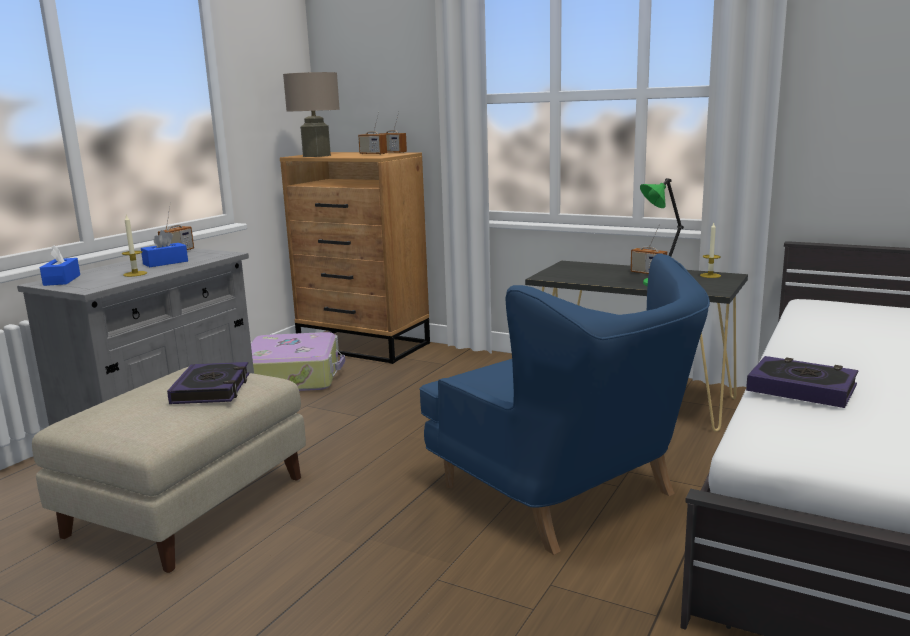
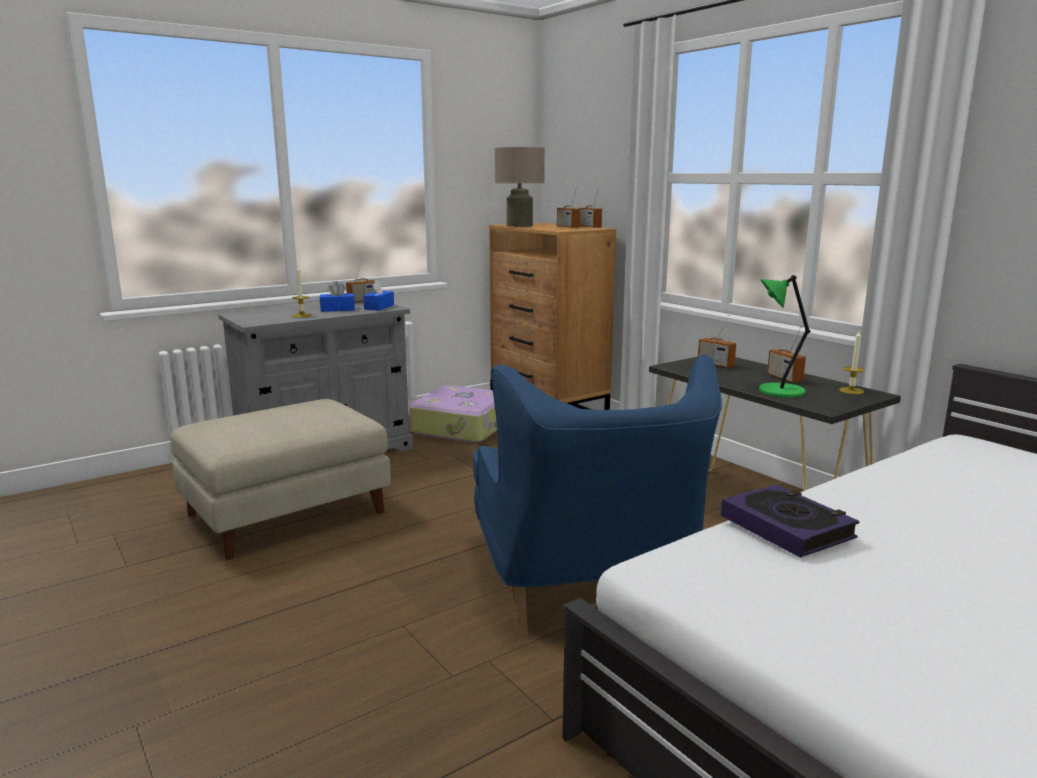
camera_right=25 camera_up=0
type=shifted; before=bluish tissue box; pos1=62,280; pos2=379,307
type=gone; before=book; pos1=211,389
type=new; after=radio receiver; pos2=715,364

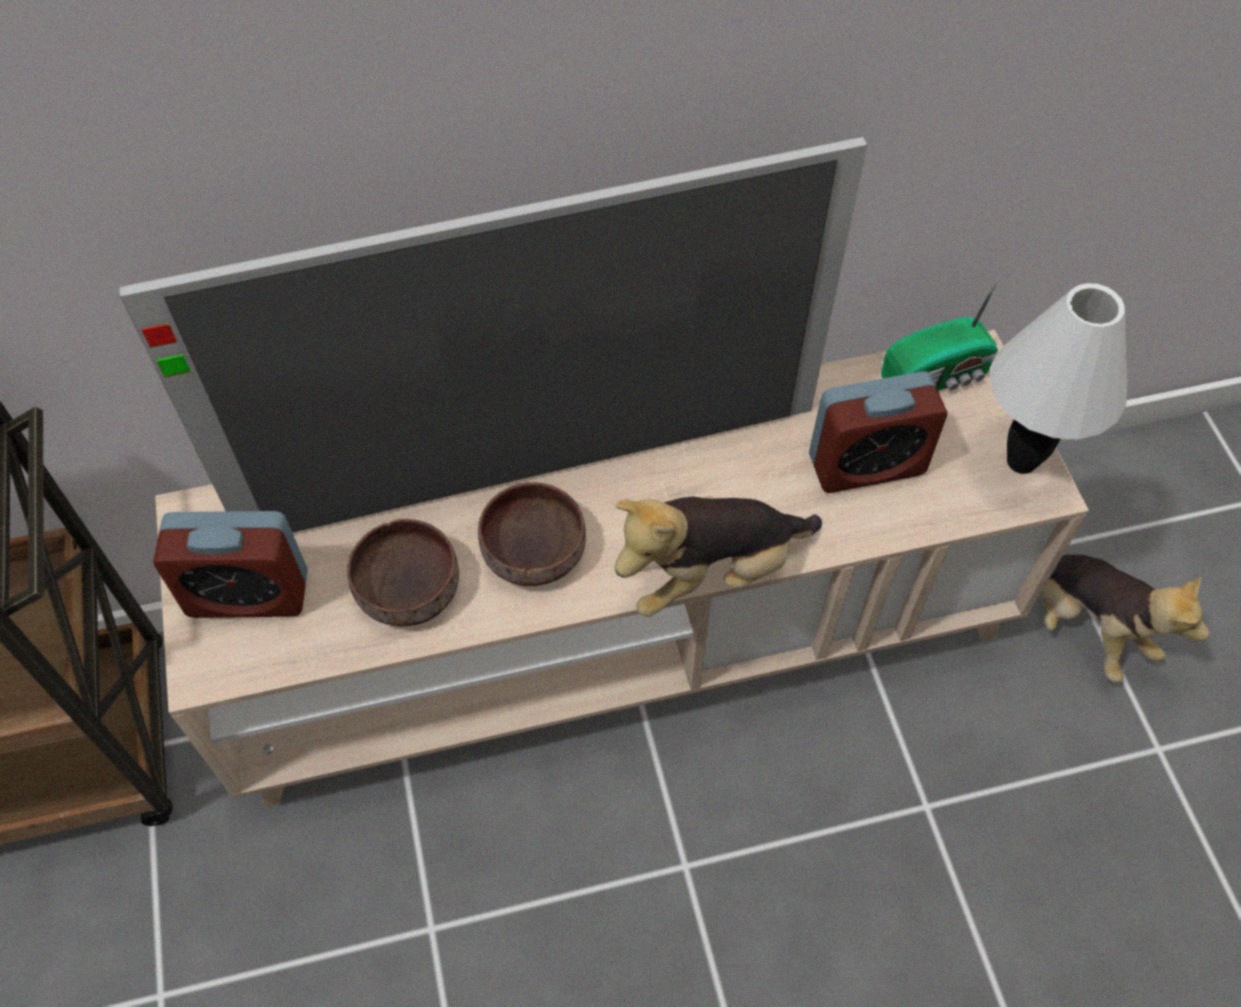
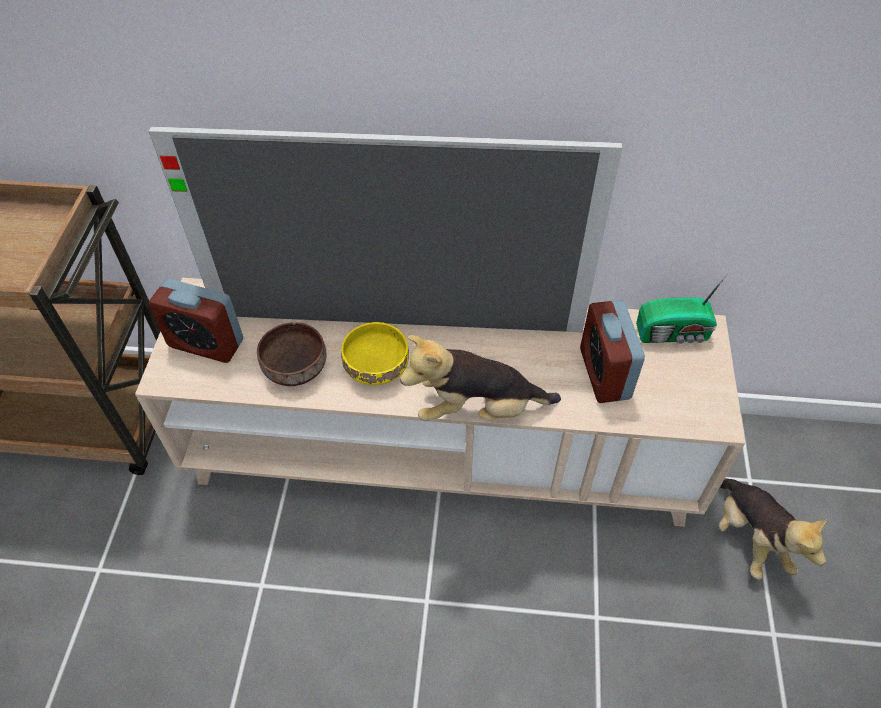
camera_right=20 camera_up=-5
type=gone; before=white-coloured lamp for a table; pos1=1022,463
type=rotated; before=alarm clock; pos1=866,465; pos2=604,373; turn=75
type=repainted; before=brown-coloured serving bowl; after=yellow-coloured serving bowl; pos1=535,548; pos2=378,365

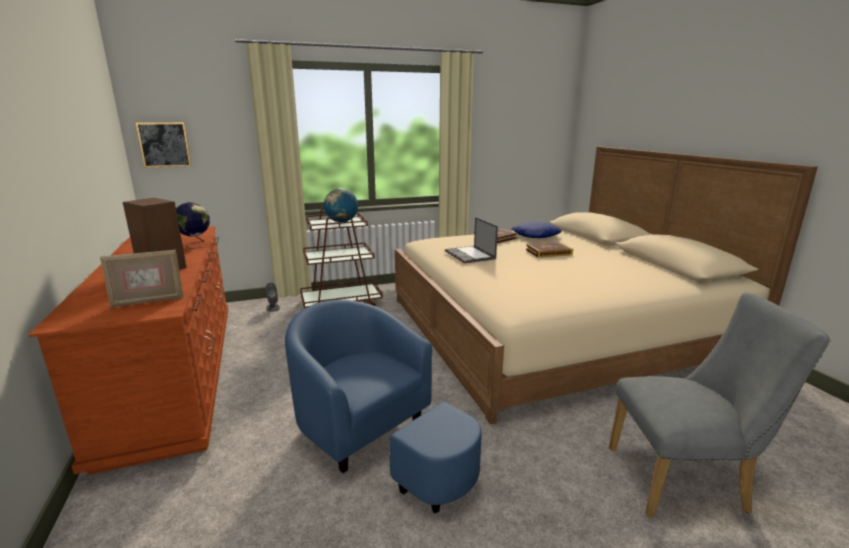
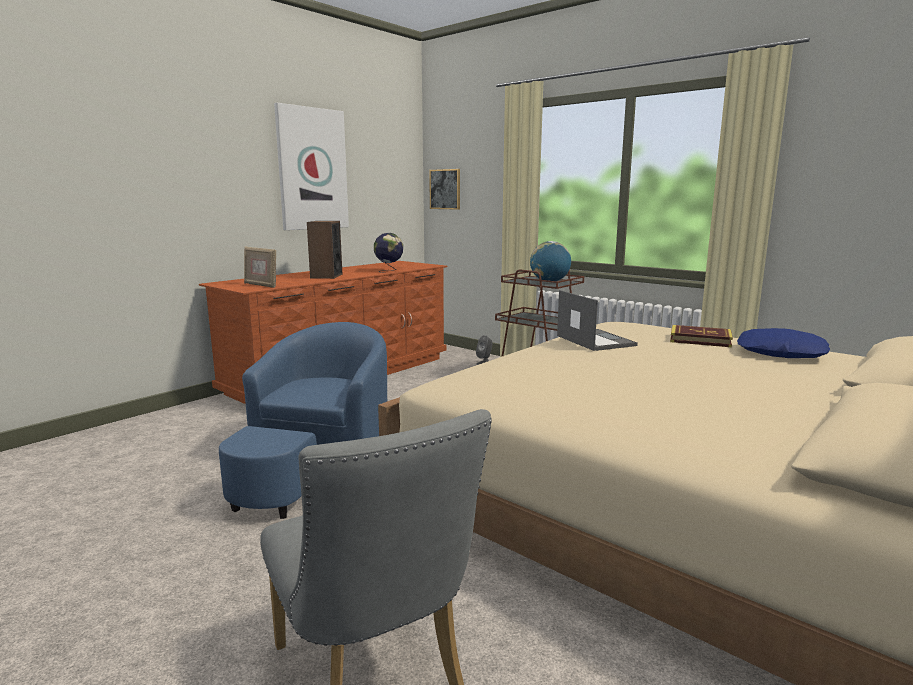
camera_right=60 camera_up=-5
type=rotated; before=laptop; pos1=470,255; pos2=594,340; turn=120
type=gone; before=book; pos1=548,252
type=new; after=wall picture; pos2=312,169

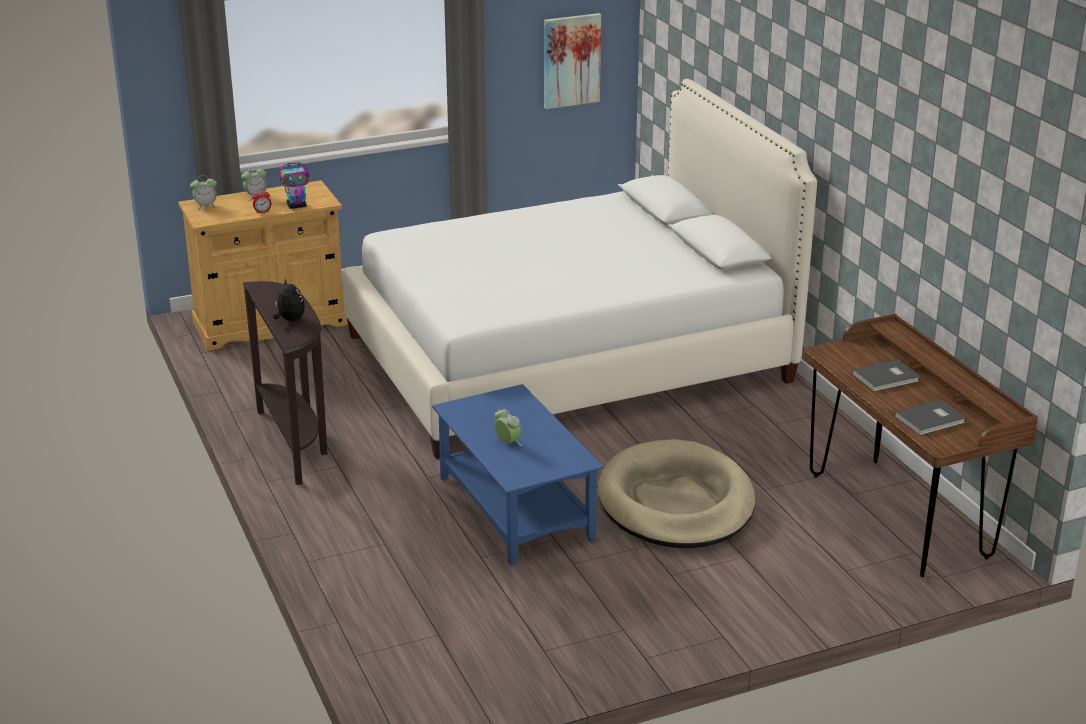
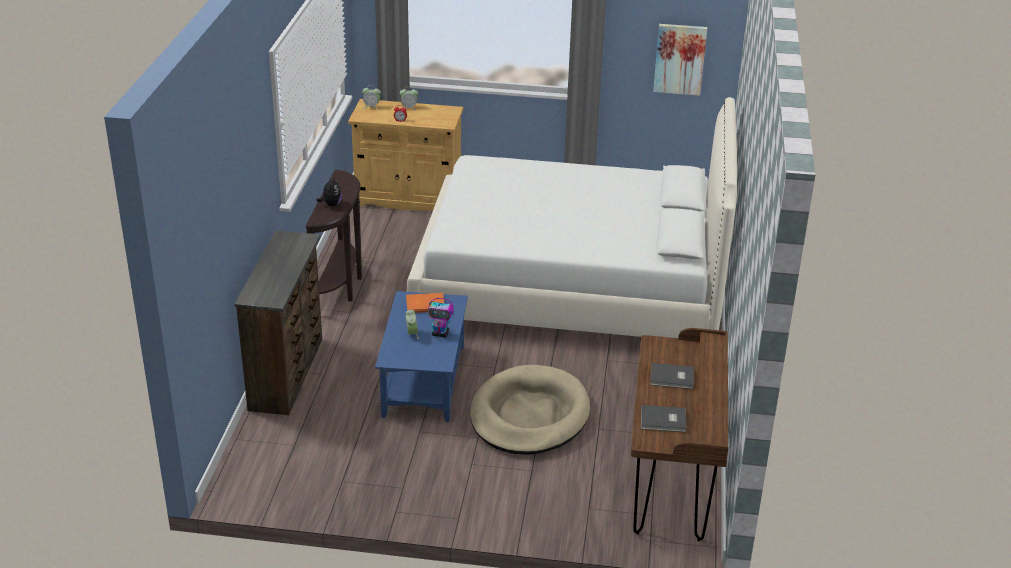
camera_right=30 camera_up=5
type=shifted; before=toy robot; pos1=297,206; pos2=440,334
type=new; after=brown-coloured drawer chest; pos2=288,373
type=new; after=orange book; pos2=424,304

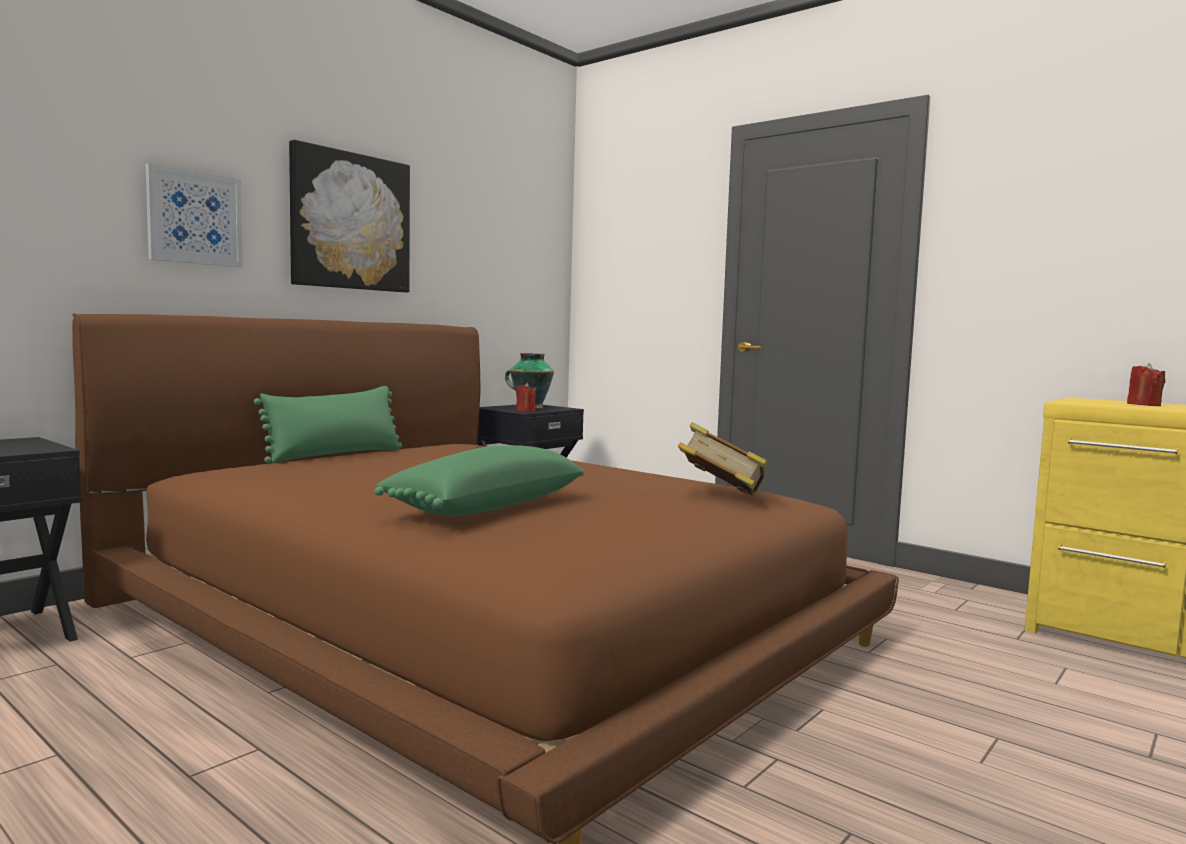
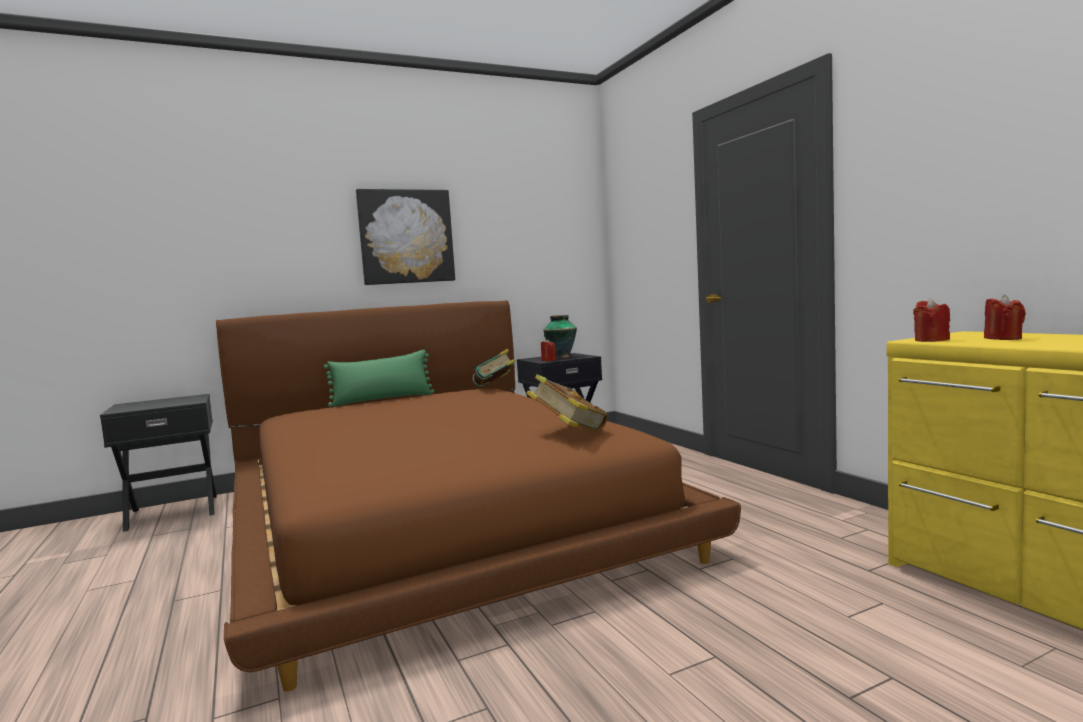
camera_right=25 camera_up=0
type=gone; before=wall picture; pos1=194,218
type=gone; before=green-coloured cushion; pos1=484,507
type=new; after=red wax light; pos2=931,340
type=new; after=book; pos2=494,388

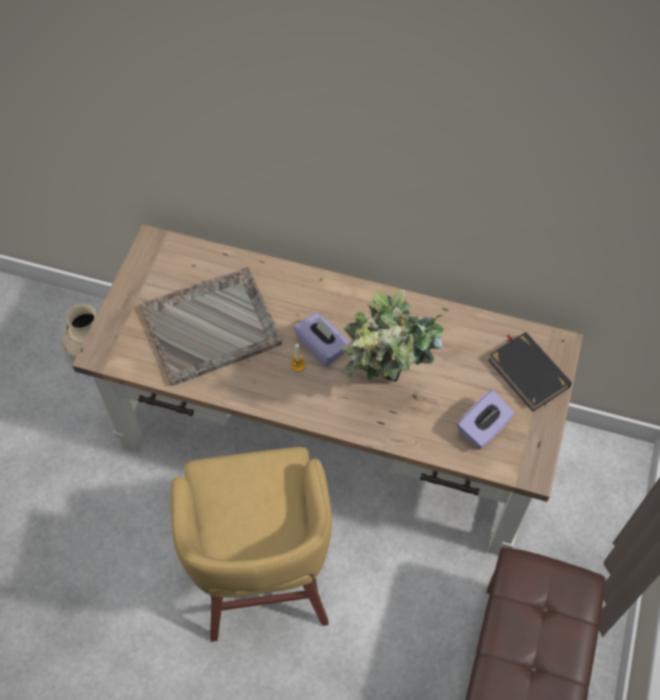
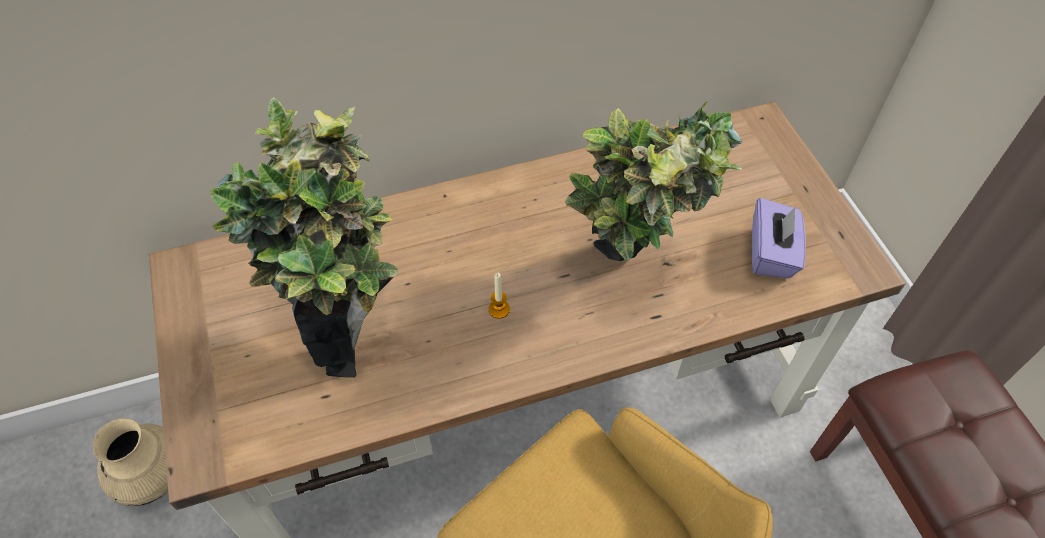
camera_right=-35 camera_up=-5
type=swapped; before=grey tray; after=potted plant; pos1=212,326; pos2=347,327
type=gone; before=purple-coloured tissue box; pos1=322,347
type=gone; before=black-coloured book; pos1=528,373

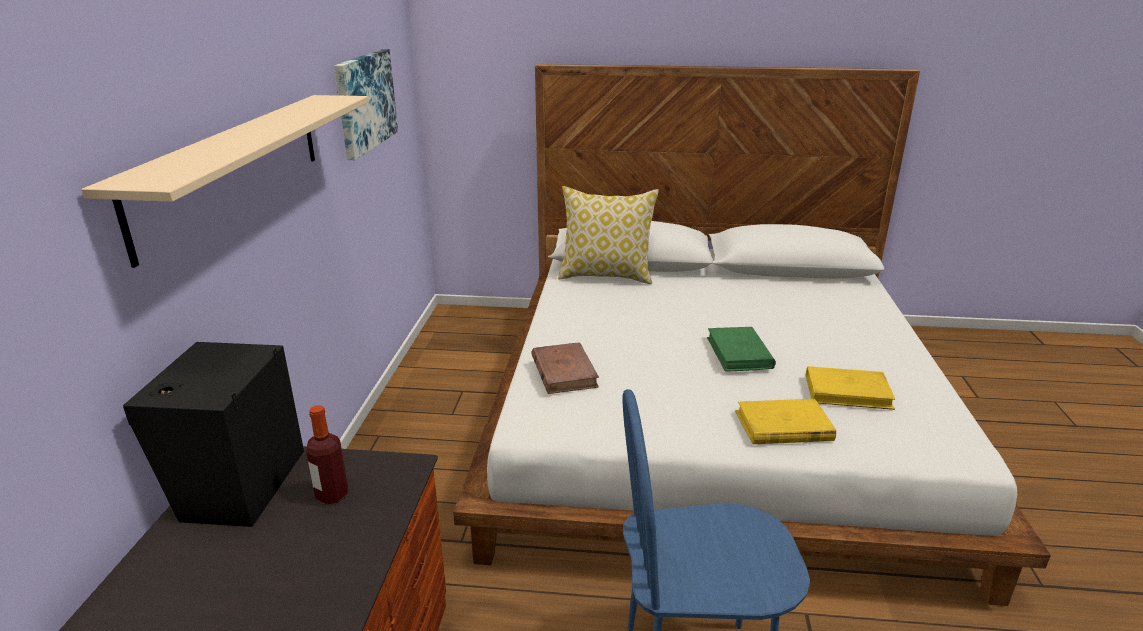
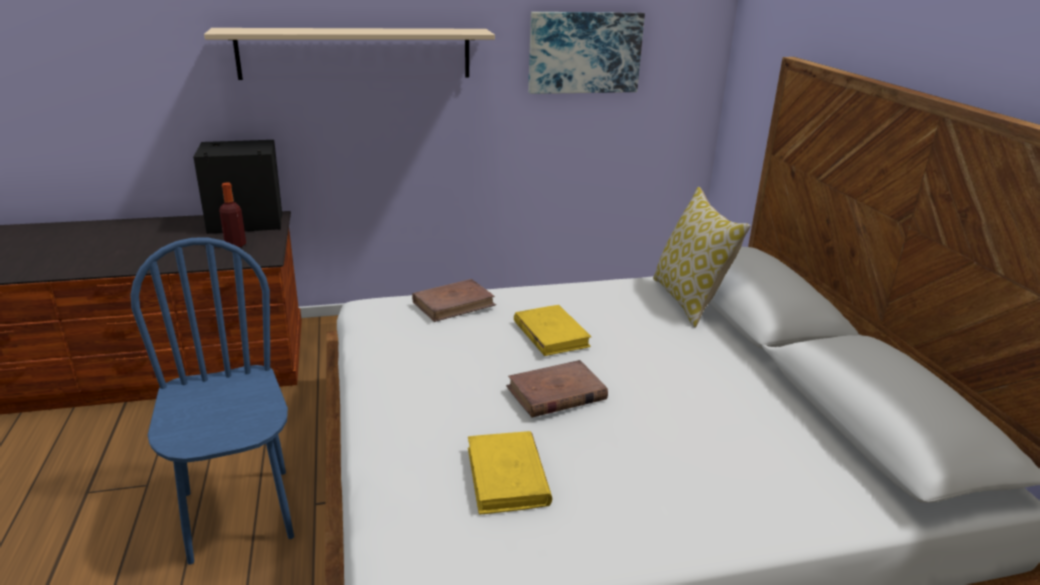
camera_right=70 camera_up=0
type=repainted; before=green-coloured book; after=brown-coloured book; pos1=739,353; pos2=556,393
type=shifted; before=yellow-coloured book; pos1=783,426; pos2=550,334

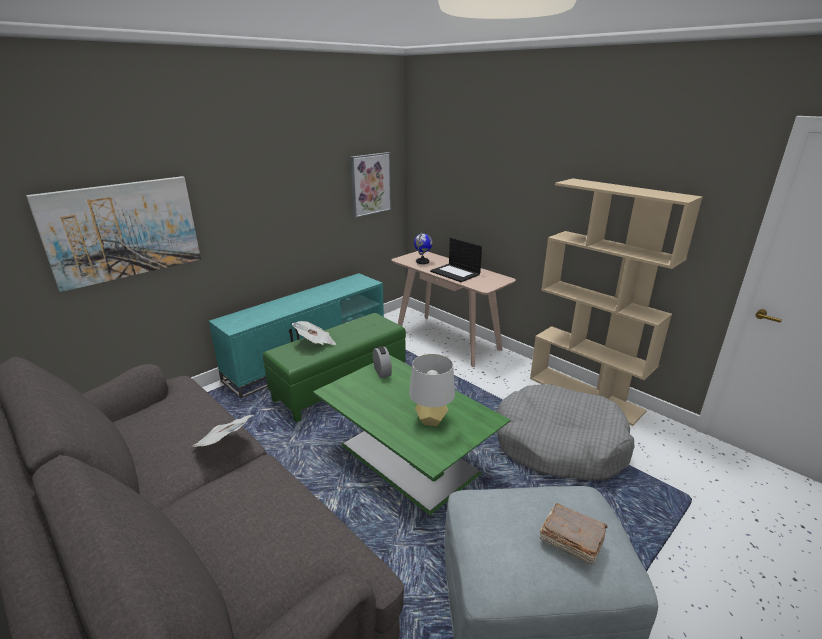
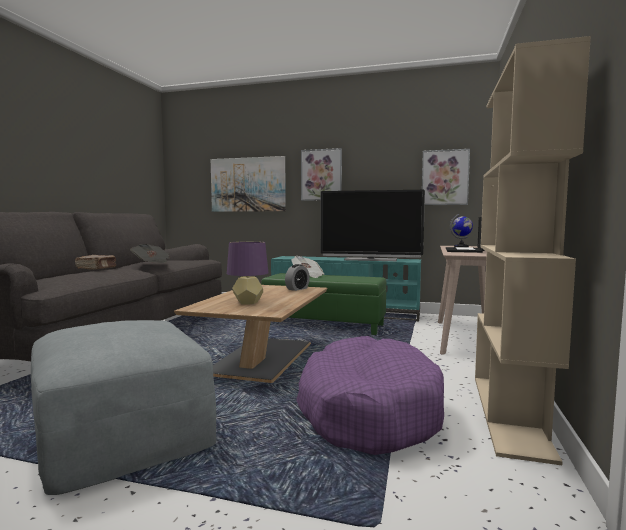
camera_right=60 camera_up=-20
type=repainted; before=grey lamp for a table; after=purple-coloured lamp for a table; pos1=431,420; pos2=248,302
type=repainted; before=green-coloured low table; after=brown-coloured low table; pos1=406,458; pos2=262,357
type=repainted; before=grey dog cushion; after=purple-coloured dog cushion; pos1=558,444; pos2=368,411
type=shifted; before=brown-coloured book; pos1=570,540; pos2=97,269
type=new; after=wall picture; pos2=321,175
type=new; after=TV set; pos2=370,260

